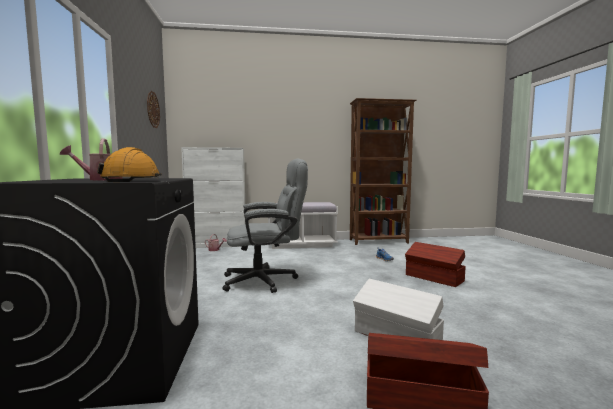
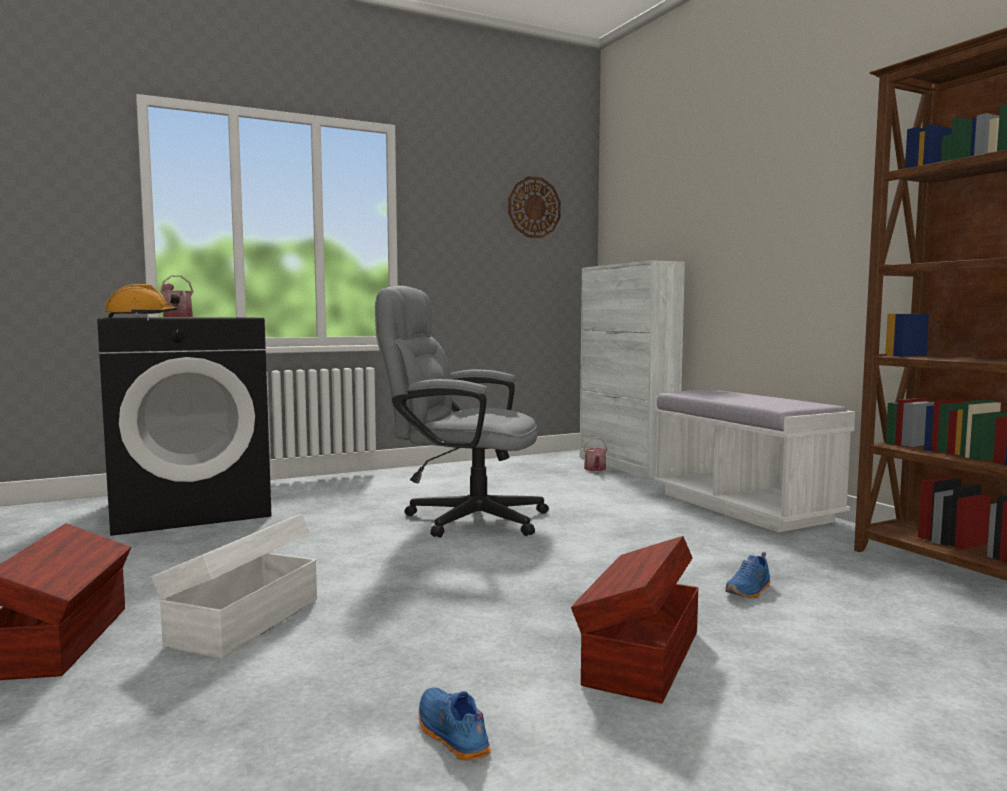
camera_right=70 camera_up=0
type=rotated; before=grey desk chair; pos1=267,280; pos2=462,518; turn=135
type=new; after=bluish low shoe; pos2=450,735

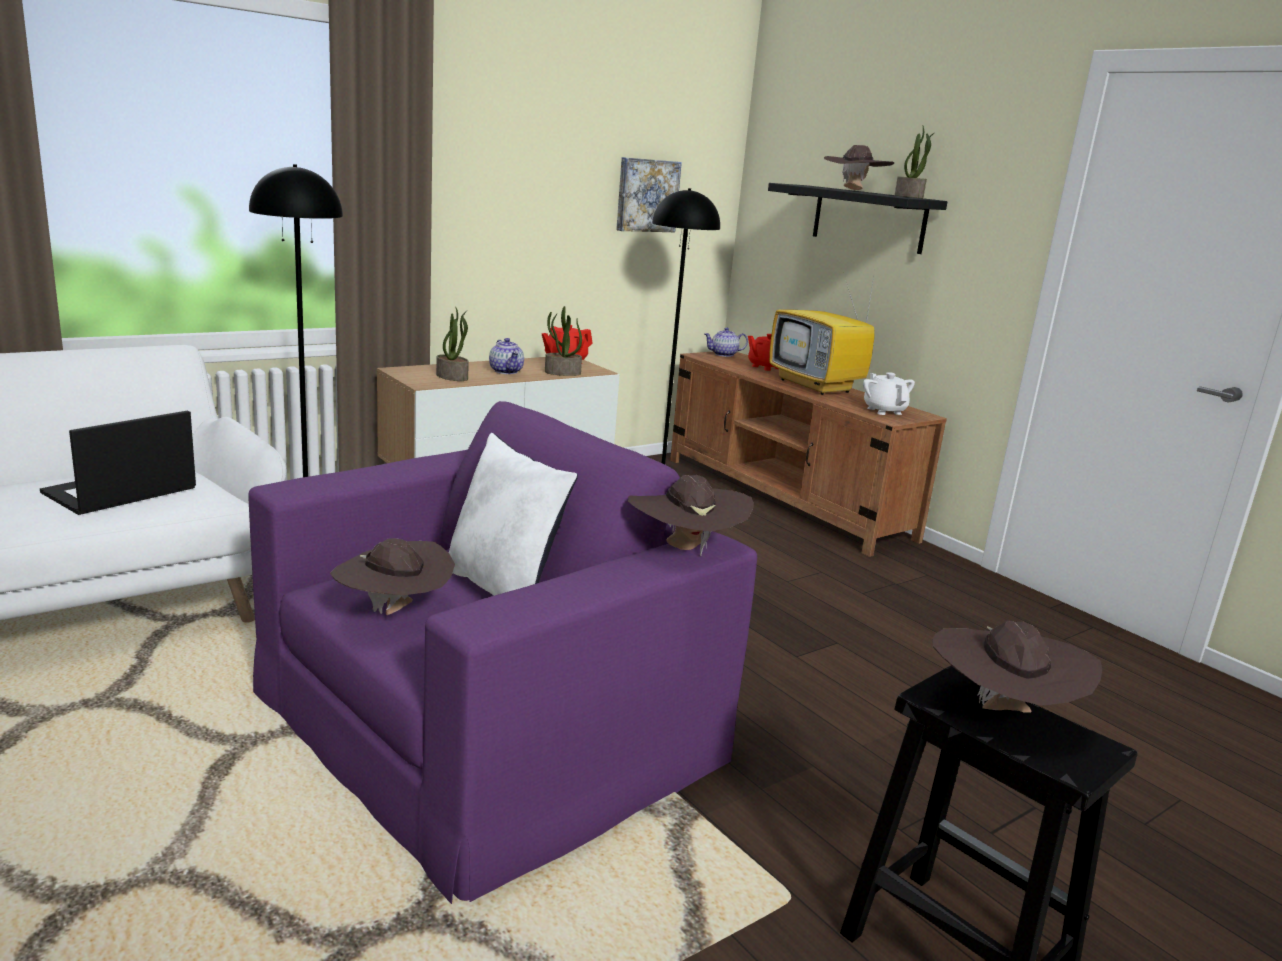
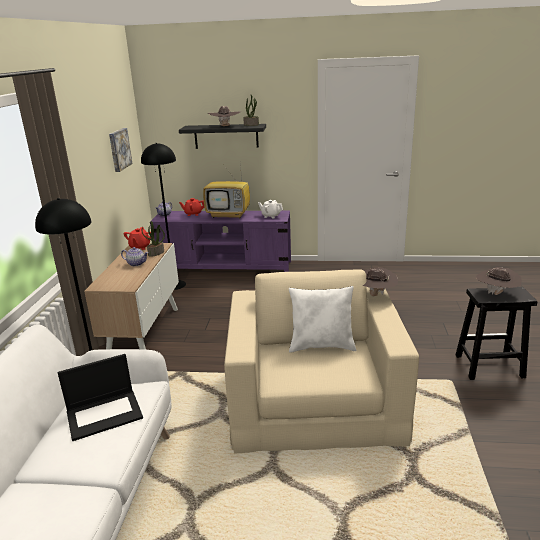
camera_right=-45 camera_up=5
type=gone; before=potted plant; pos1=453,377
type=repainted; before=brown-coloured tv unit; after=purple-coloured tv unit; pos1=785,498; pos2=225,267
type=repainted; before=purple-coloured lounge chair; after=sand-coloured lounge chair; pos1=489,723; pos2=314,400
type=rotated; before=laptop; pos1=119,492; pos2=105,414; turn=-105
type=gone; before=brown-coloured hat; pos1=394,612

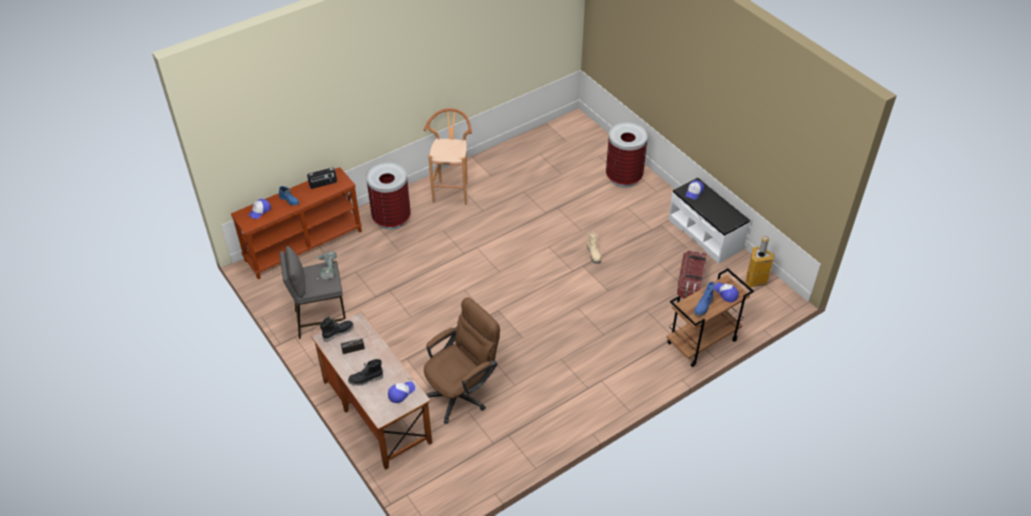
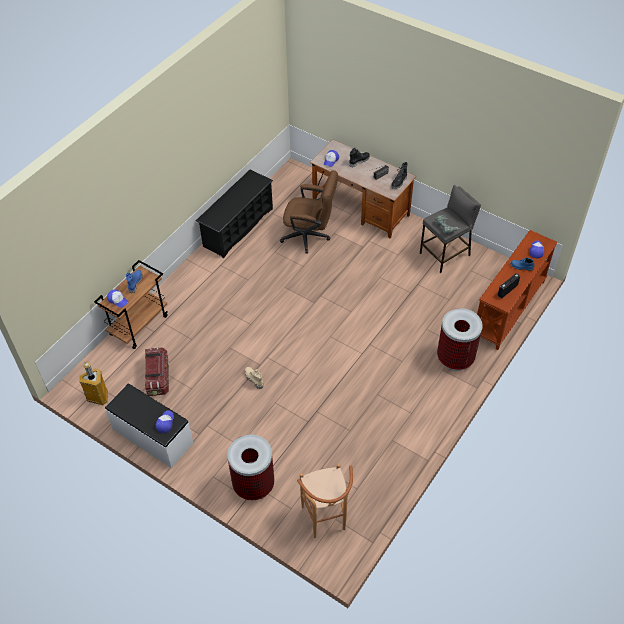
camera_right=160 camera_up=5
type=shifted; before=brown-coloured sitting stool; pos1=452,190; pos2=326,522
type=rotated; before=brown-coloured desk chair; pos1=462,392; pos2=310,236; turn=-105
type=new; after=black-coloured shoe rack; pos2=238,227

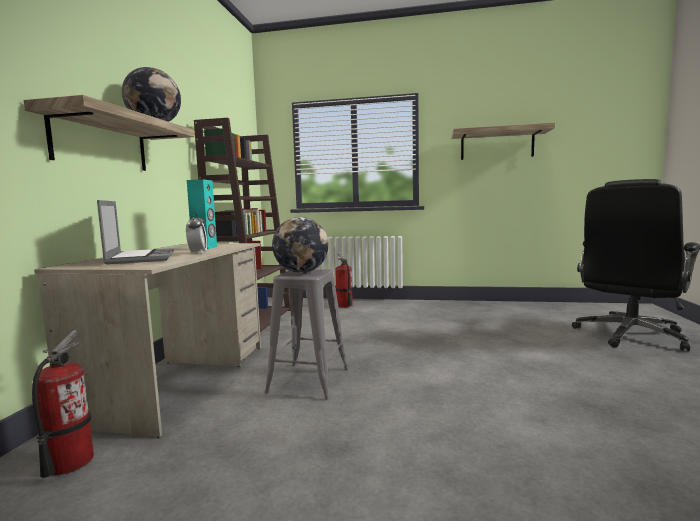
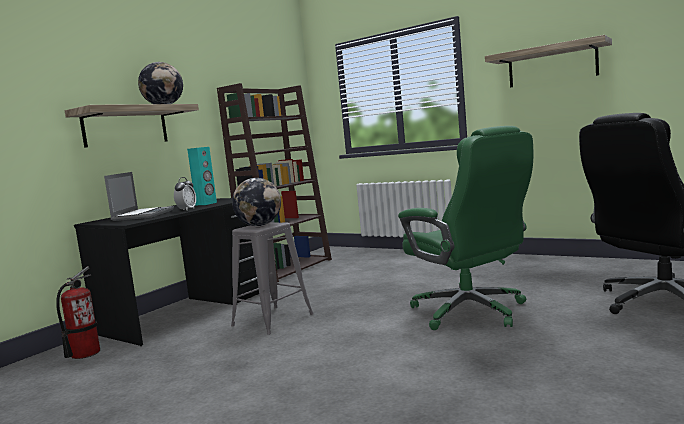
camera_right=25 camera_up=0
type=repainted; before=sand-coloured desk unit; after=black-coloured desk unit; pos1=181,380; pos2=187,312
type=gone; before=fire-fighting cylinder; pos1=344,305
type=new; after=green-coloured desk chair; pos2=471,312

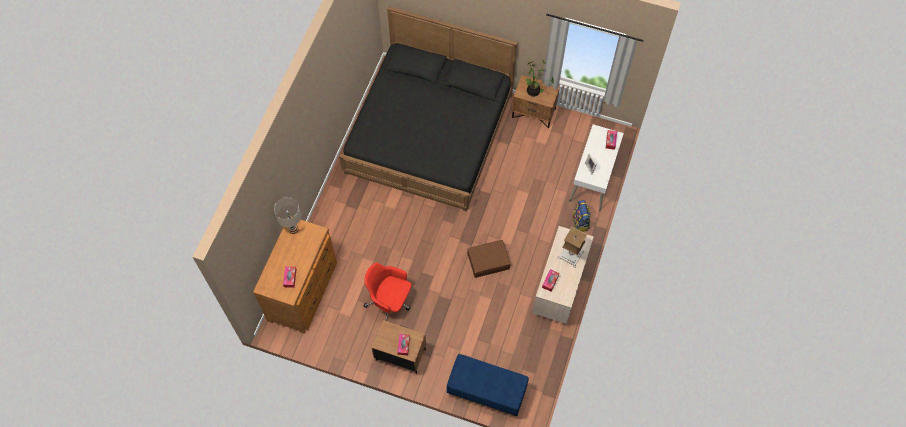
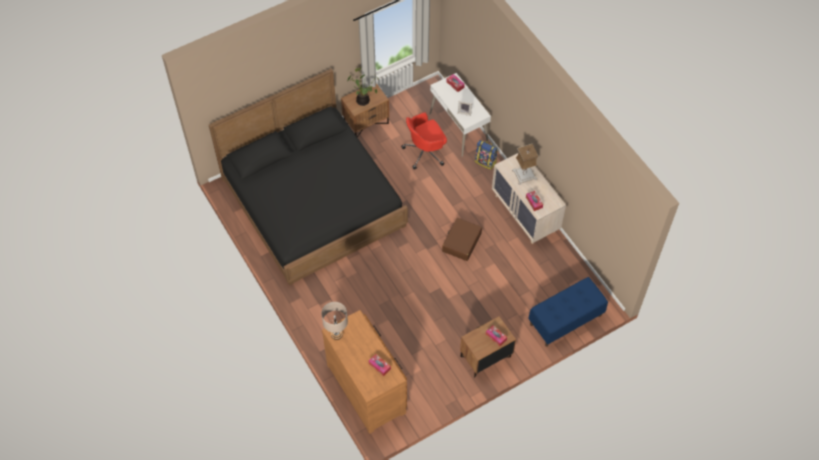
camera_right=-50 camera_up=-5
type=shifted; before=red desk chair; pos1=390,302; pos2=425,152

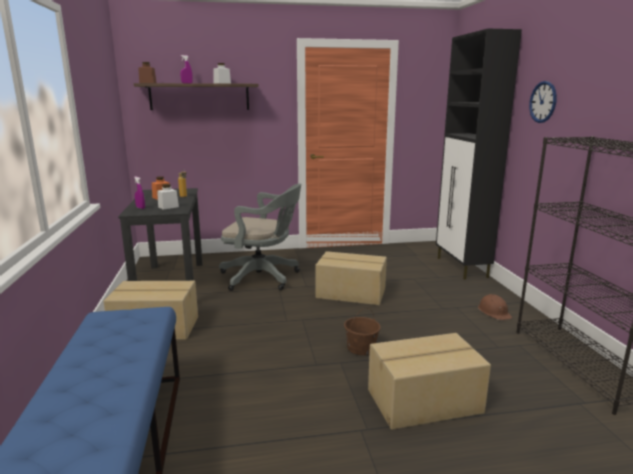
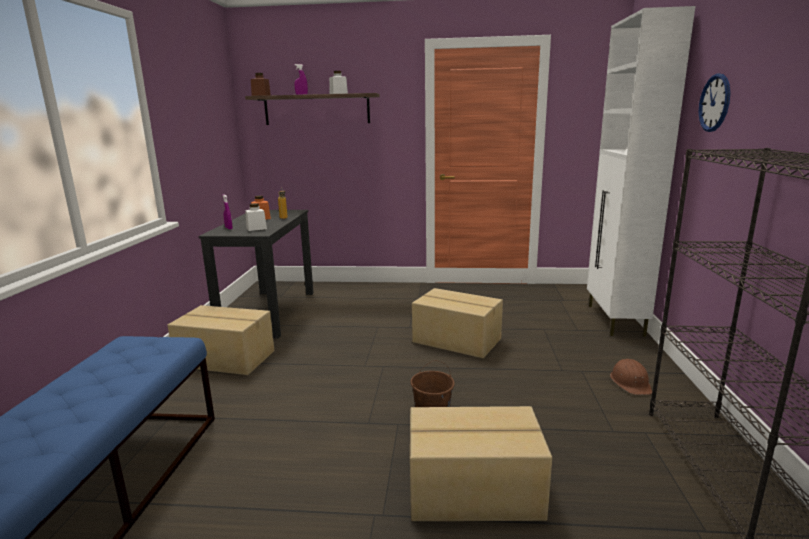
camera_right=15 camera_up=0
type=repainted; before=black-coloured cabinet; after=white-coloured cabinet; pos1=462,267; pos2=615,320
type=gone; before=grey desk chair; pos1=263,277

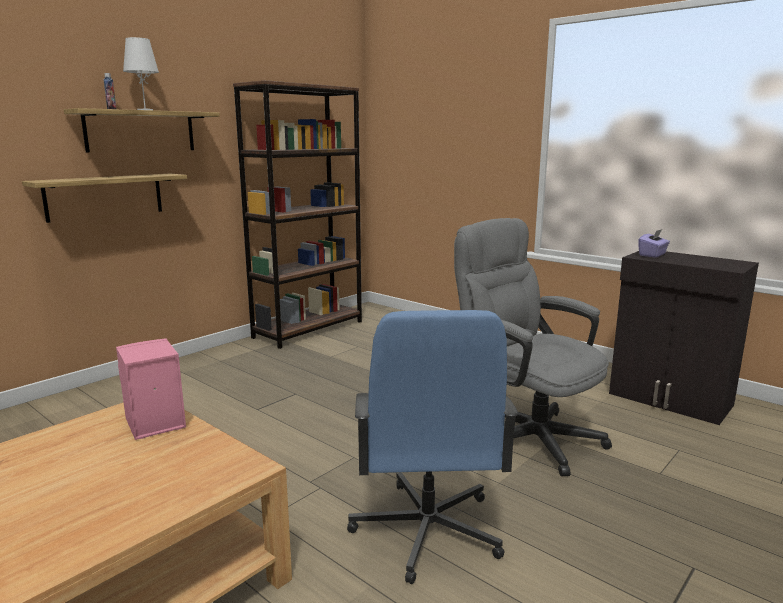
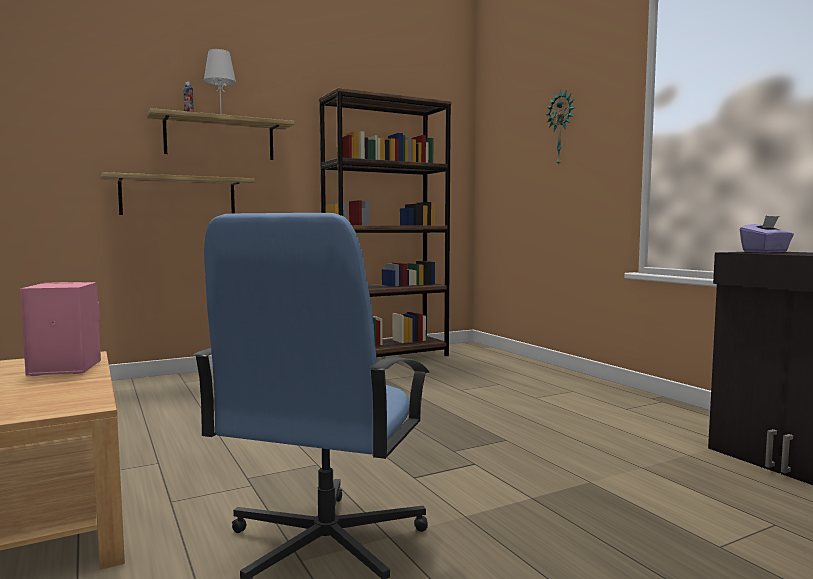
camera_right=20 camera_up=-10
type=gone; before=grey desk chair; pos1=525,434
type=new; after=wall clock; pos2=562,128

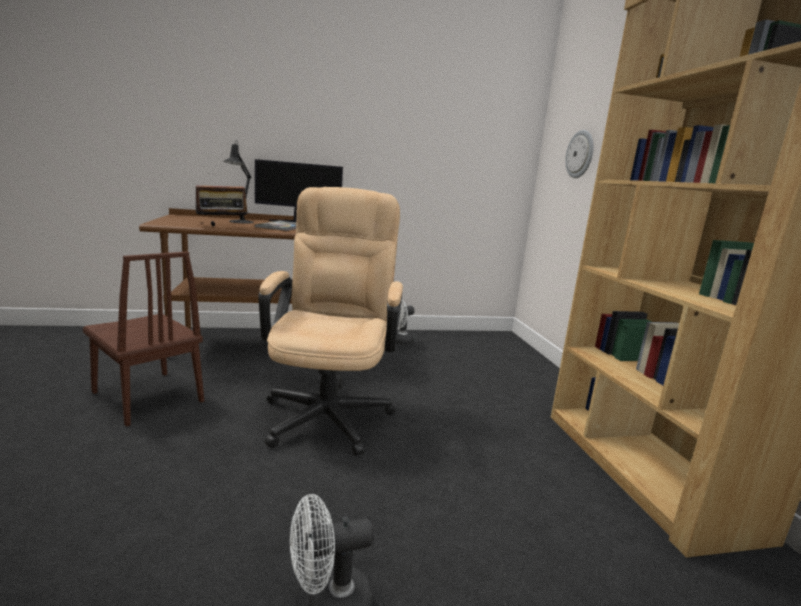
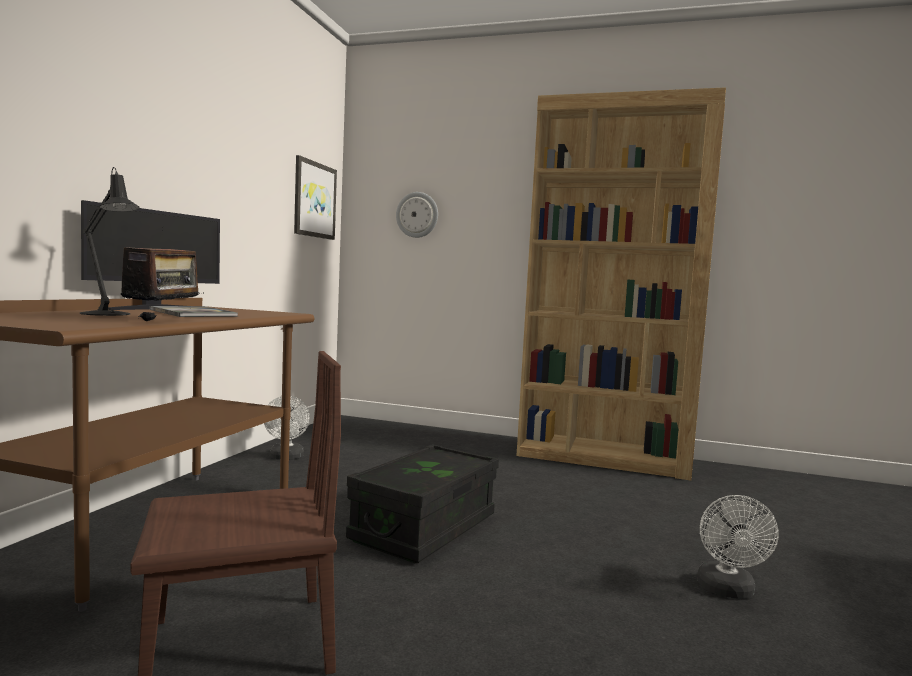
camera_right=-60 camera_up=-10
type=swapped; before=sand-coloured desk chair; after=black-coloured storage container; pos1=330,410; pos2=424,528
type=new; after=wall picture; pos2=314,200

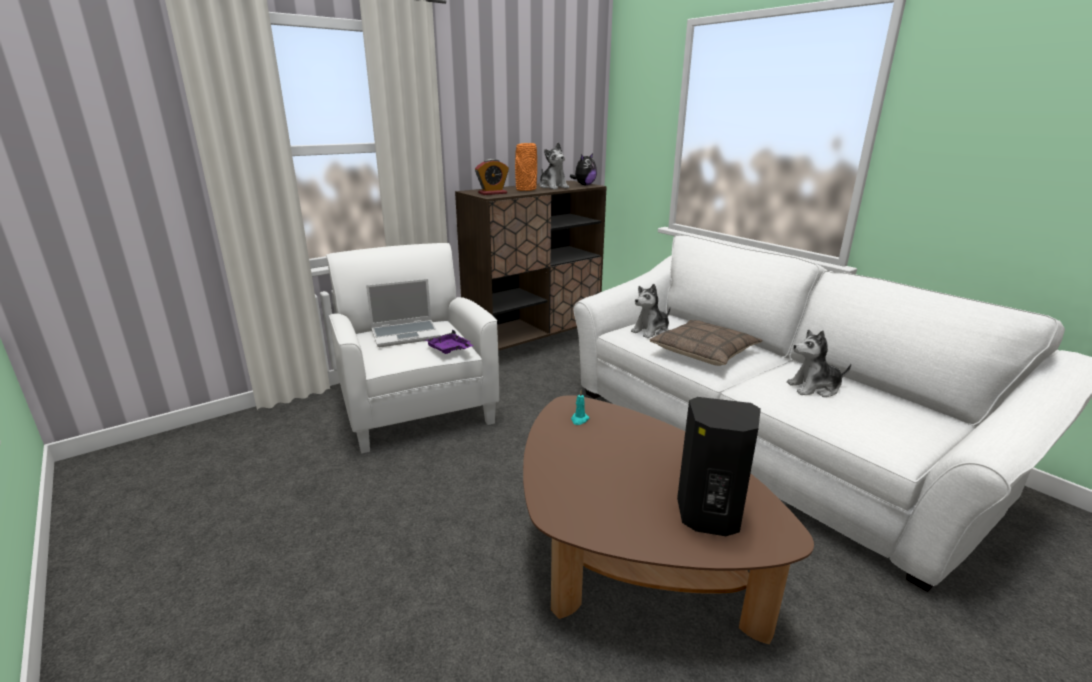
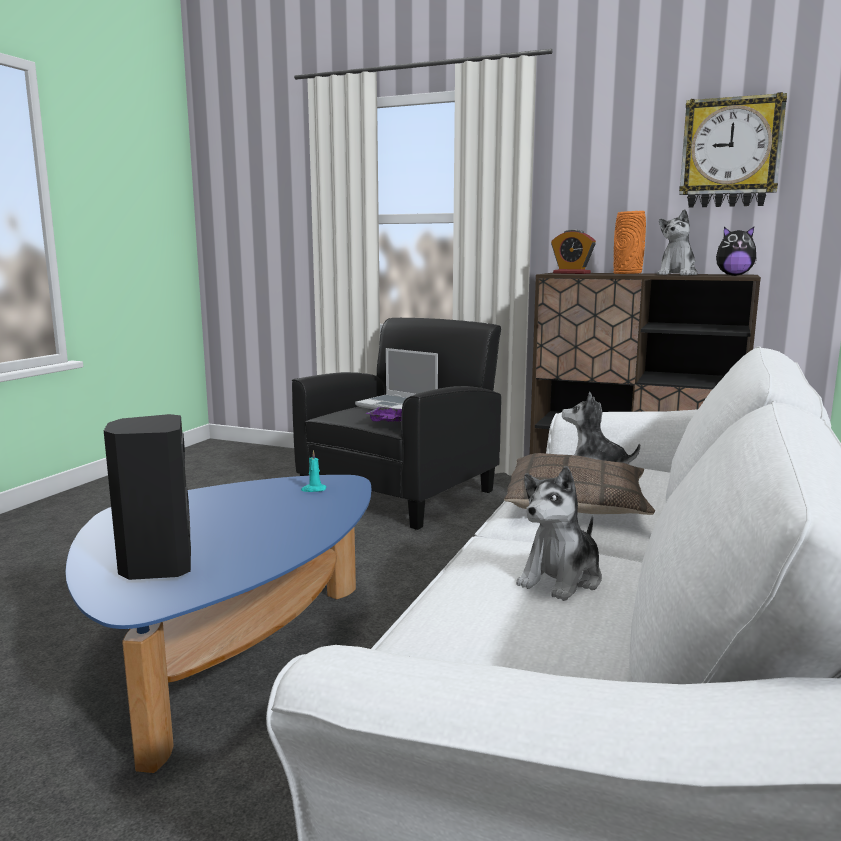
camera_right=60 camera_up=-10
type=repainted; before=white-coloured lounge chair; after=black-coloured lounge chair; pos1=417,407; pos2=401,494
type=rotated; before=cuddly toy; pos1=814,388; pos2=561,579; turn=-105
type=repainted; before=brown-coloured low table; after=bluish low table; pos1=628,561; pos2=235,652
type=new; after=wall clock; pos2=730,153

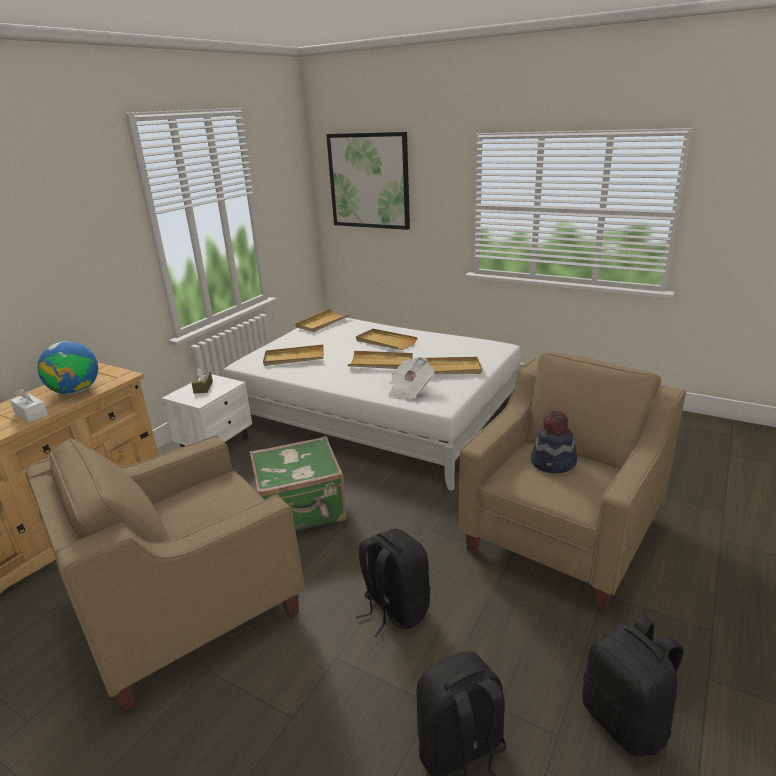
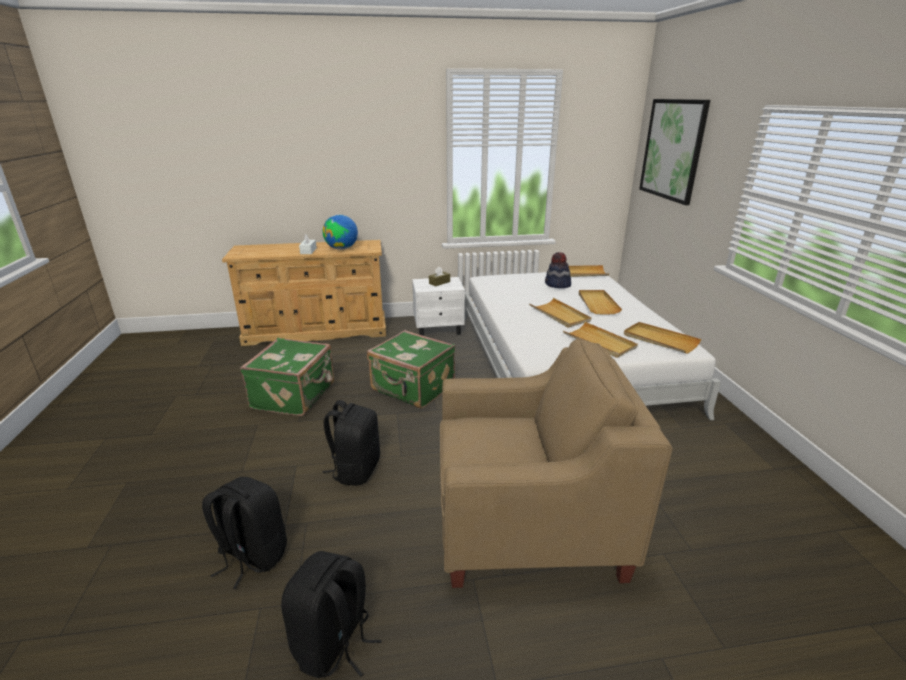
camera_right=50 camera_up=0
type=shifted; before=sand-coloured tray; pos1=294,358; pos2=660,340
type=gone; before=printed paper; pos1=409,390
type=shifted; before=hat; pos1=553,463; pos2=557,285
type=swapped; before=sand-coloured lounge chair; after=green-coloured piece of luggage; pos1=188,608; pos2=295,396

